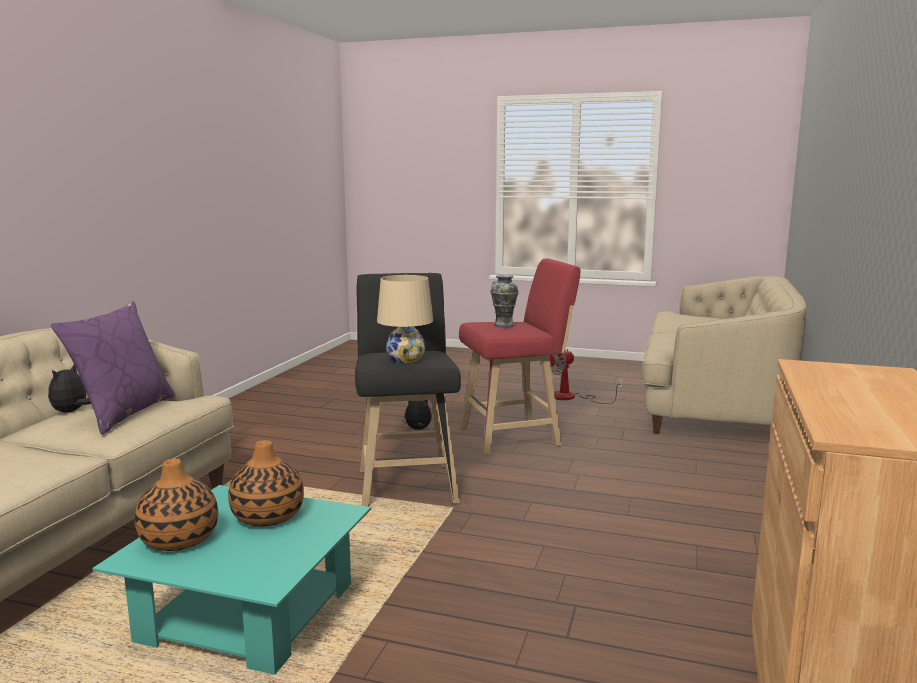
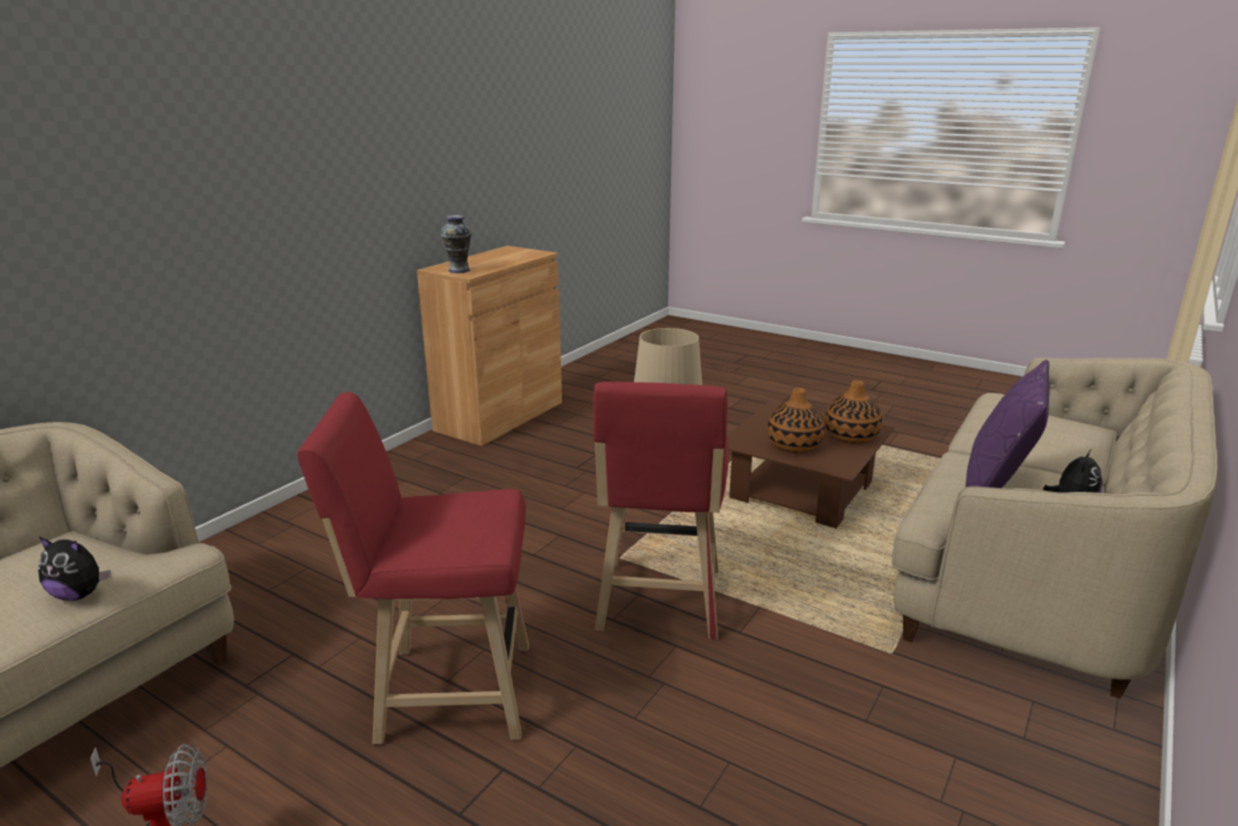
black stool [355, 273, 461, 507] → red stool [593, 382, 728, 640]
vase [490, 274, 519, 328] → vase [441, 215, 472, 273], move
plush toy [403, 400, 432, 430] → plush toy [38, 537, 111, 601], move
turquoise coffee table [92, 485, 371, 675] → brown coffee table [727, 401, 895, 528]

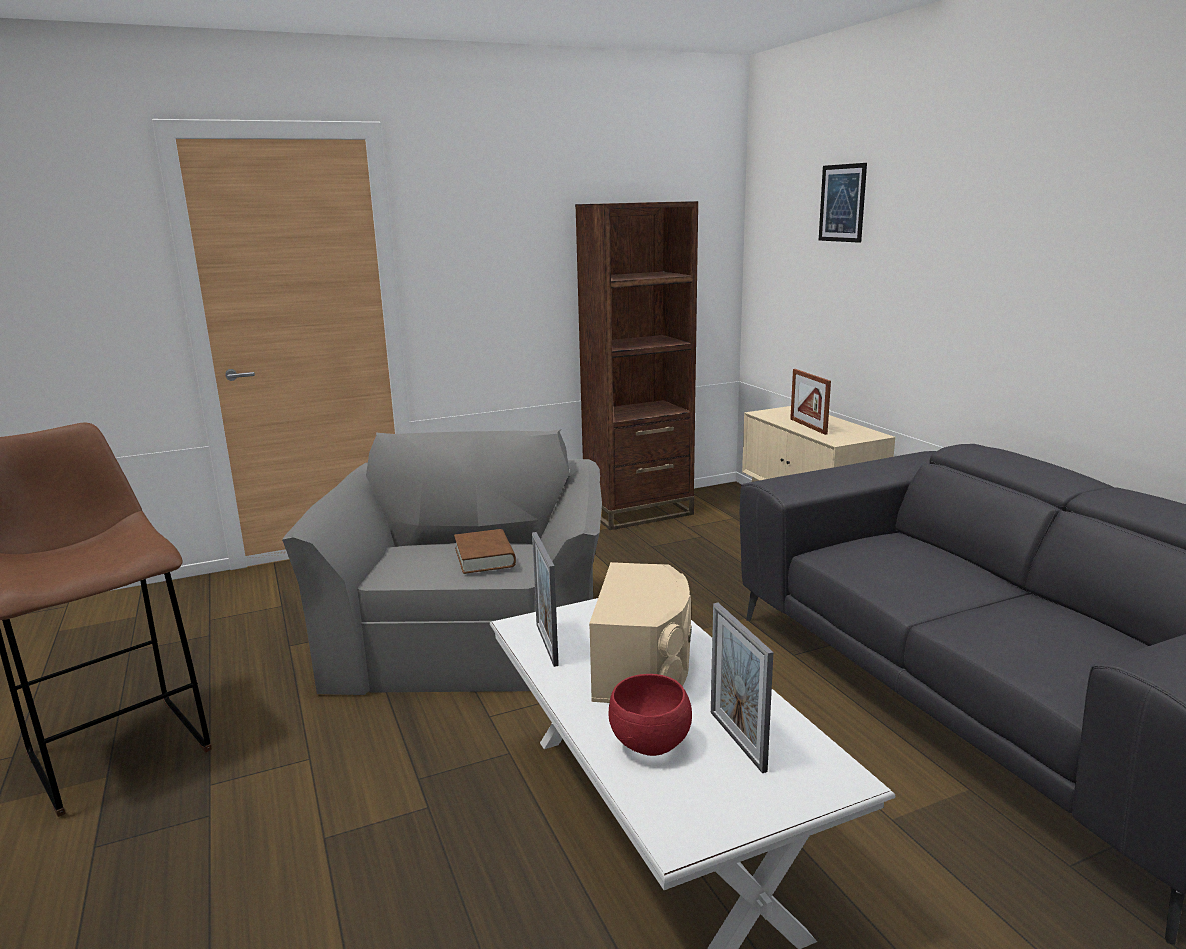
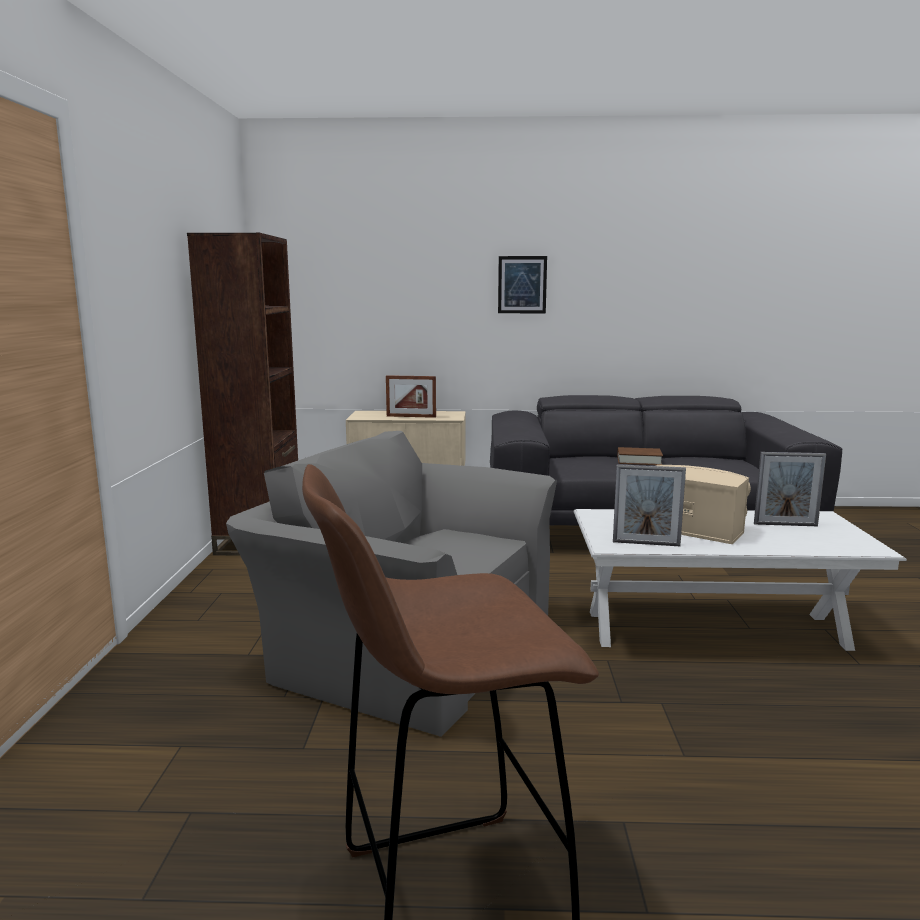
picture [819, 163, 867, 243] → picture [498, 256, 547, 313], move
brown book [454, 529, 516, 574] → brown book [617, 447, 663, 465], move
red bowl [609, 674, 692, 756] → -

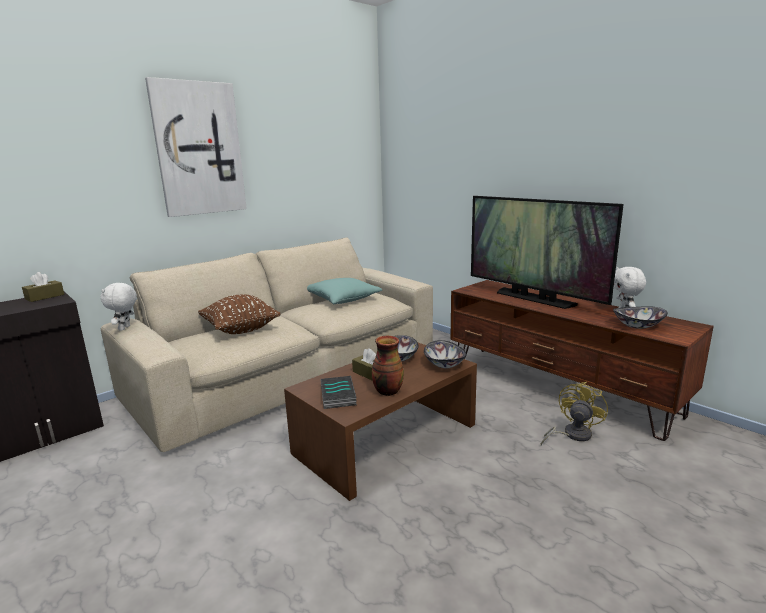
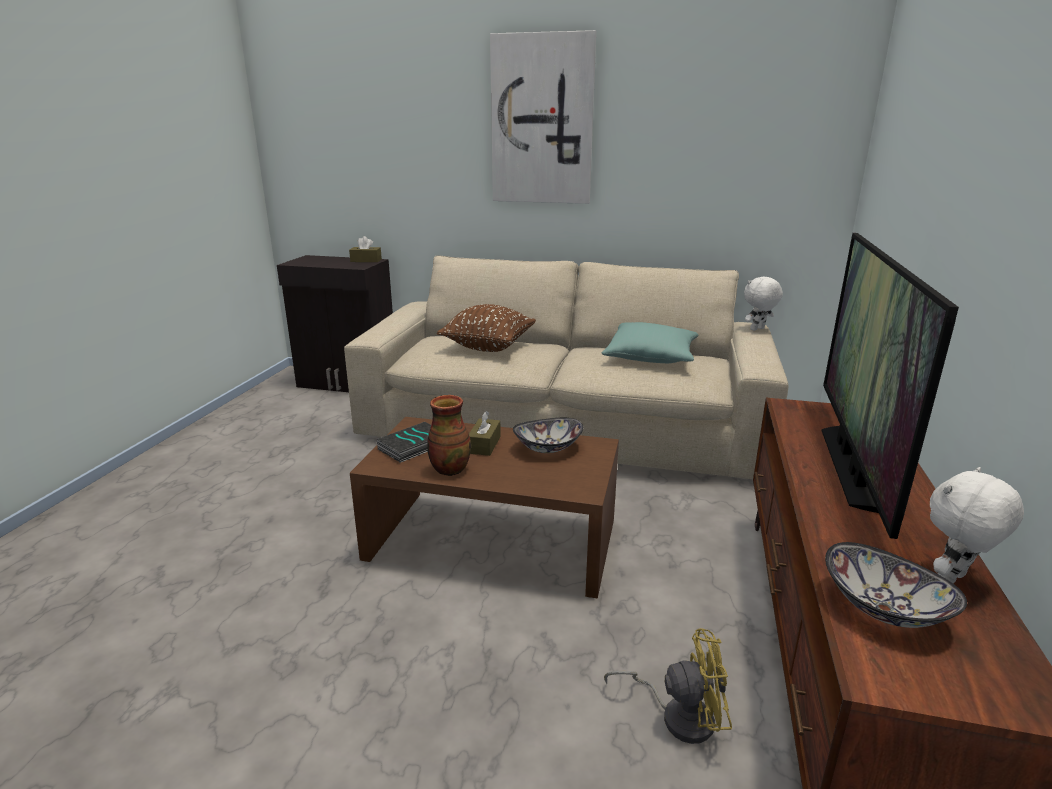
white plush toy [101, 283, 137, 330] → white plush toy [744, 277, 783, 331], move
bowl [424, 340, 467, 368] → -

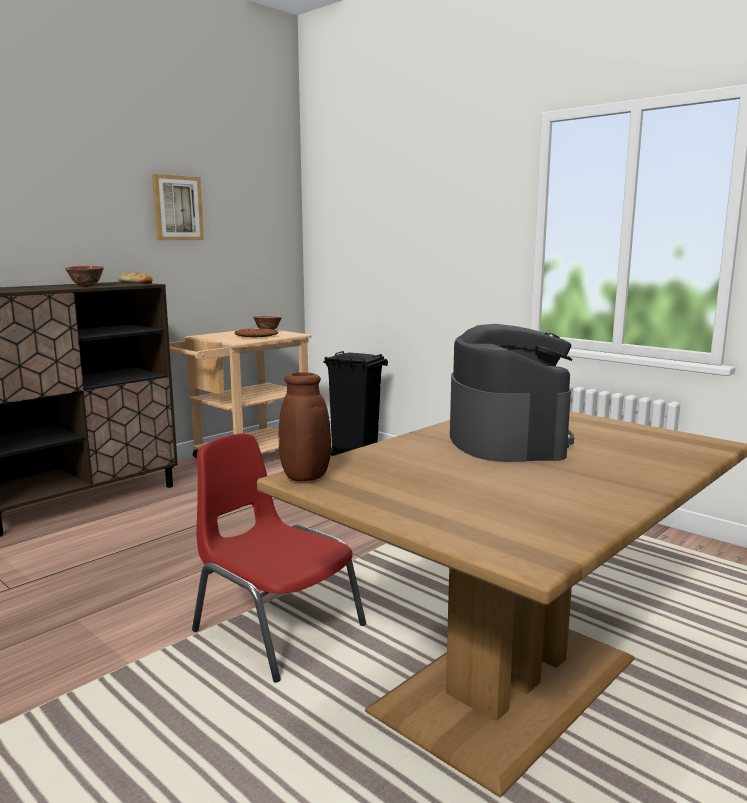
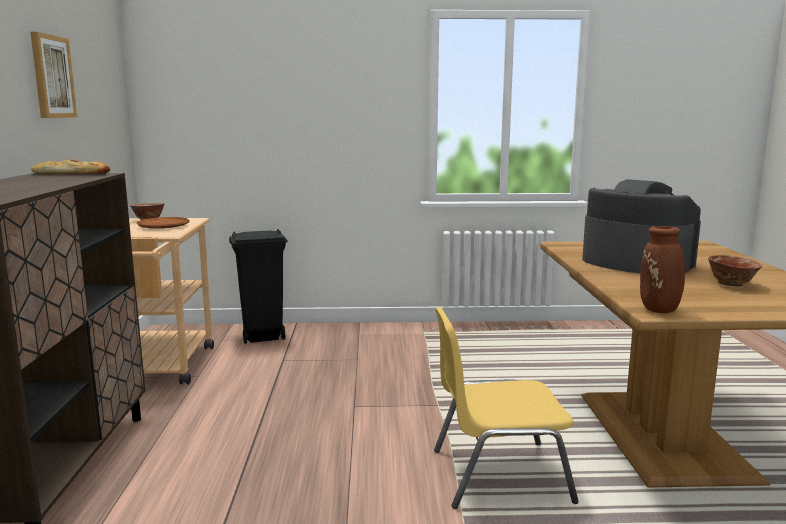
bowl [65, 266, 104, 286] → bowl [708, 255, 762, 287], move
red chair [192, 433, 366, 683] → yellow chair [434, 307, 579, 509]

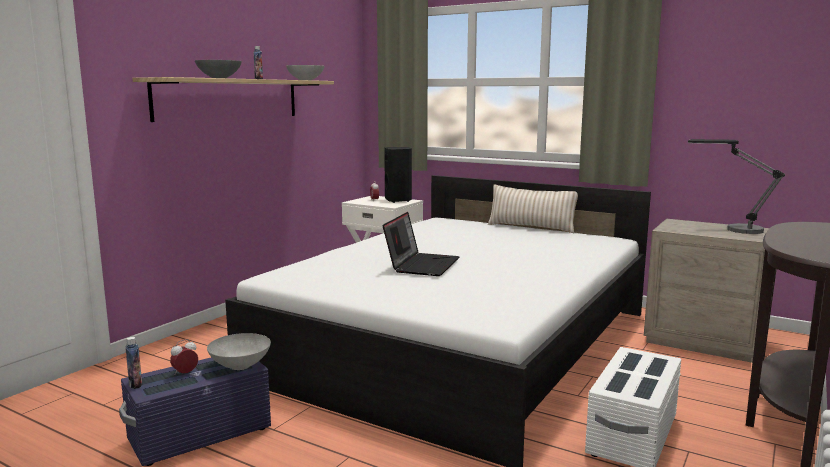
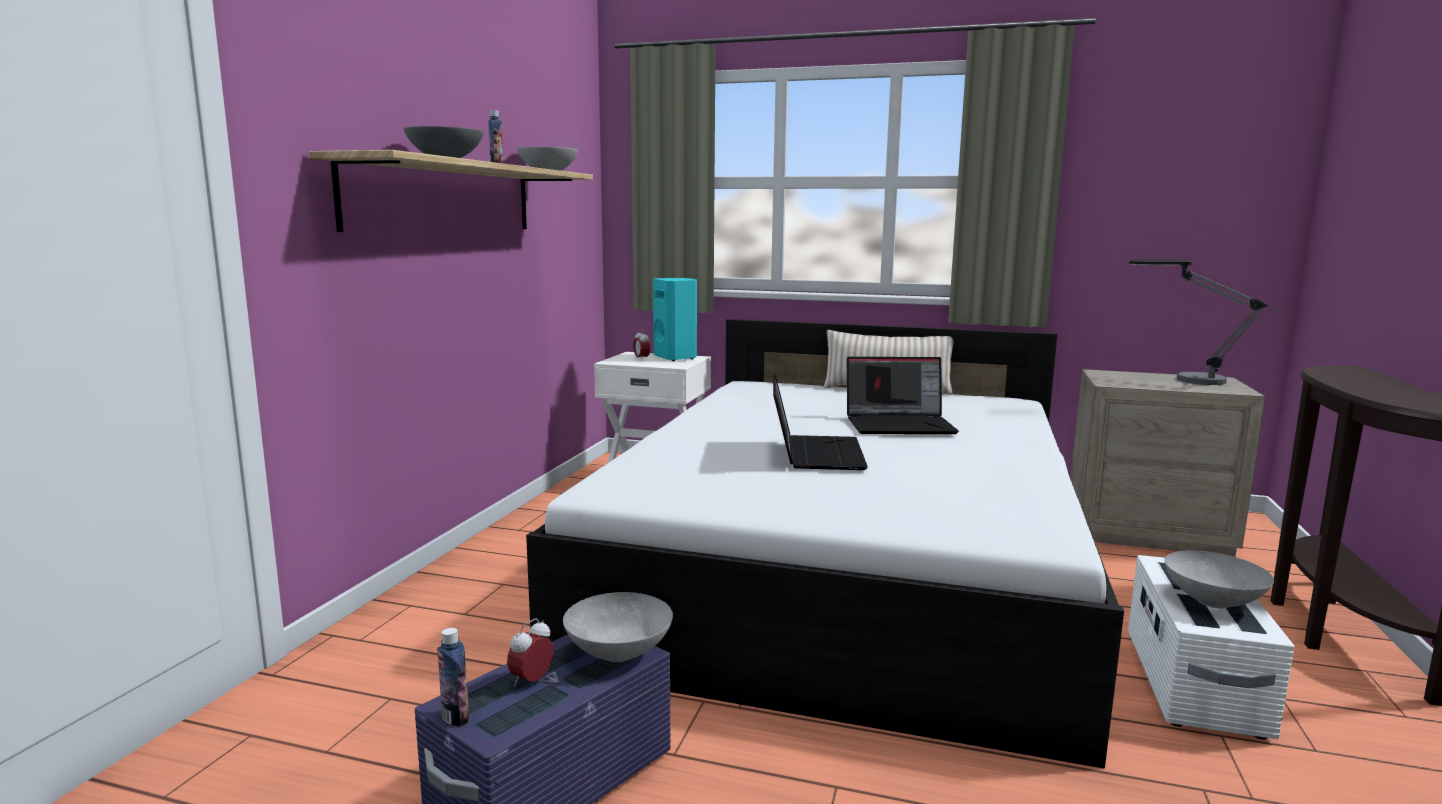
black speaker [384, 147, 412, 203] → turquoise speaker [653, 278, 697, 361]
- → laptop [847, 357, 959, 434]
- → grey bowl [1164, 551, 1274, 609]

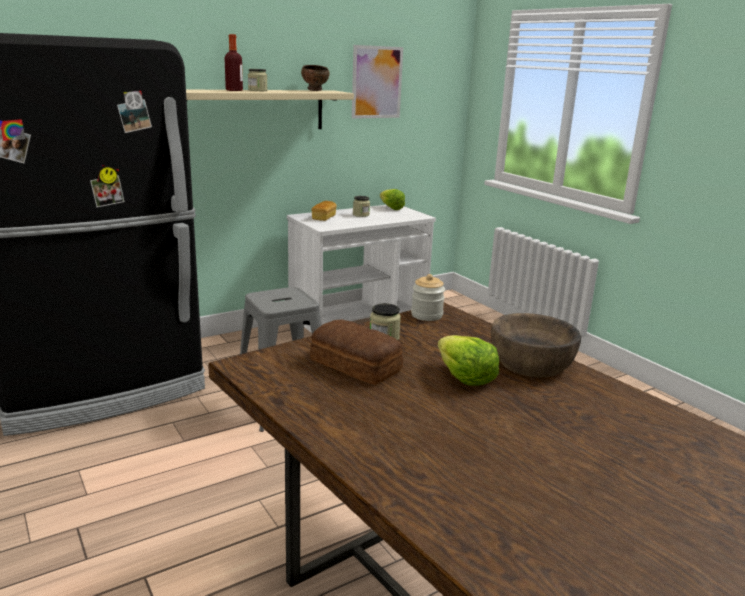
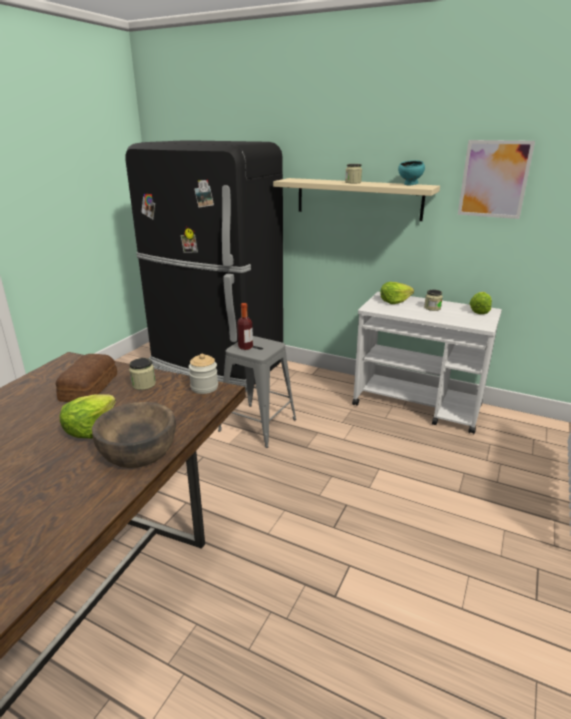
bottle [224, 34, 243, 91] → bottle [237, 303, 253, 350], move
brown bowl [301, 65, 329, 91] → turquoise bowl [398, 160, 425, 186]
bread [311, 201, 337, 221] → lettuce [380, 282, 414, 304]

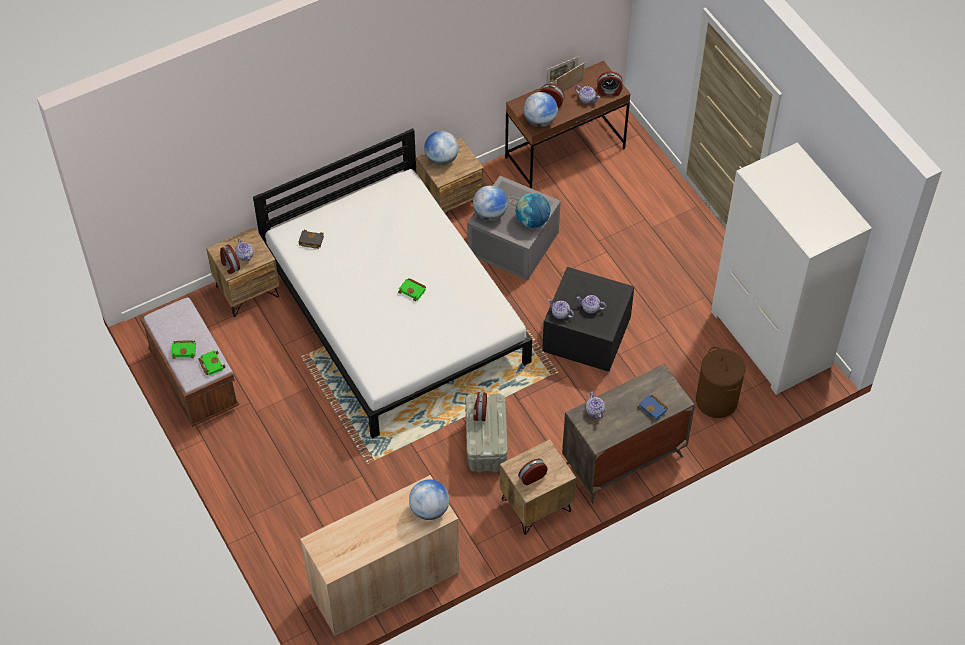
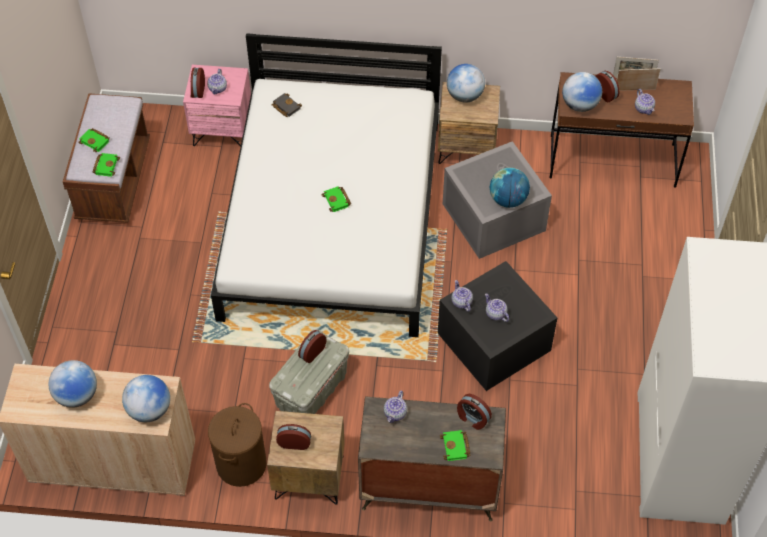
alarm clock [597, 71, 623, 96] → alarm clock [457, 394, 492, 430], move
globe [473, 185, 508, 220] → globe [48, 360, 97, 408], move
brown nightstand [206, 227, 279, 317] → pink nightstand [183, 65, 251, 147]
brown laundry basket [696, 347, 745, 418] → brown laundry basket [208, 403, 267, 487], move
blue book [637, 394, 668, 421] → green book [440, 430, 471, 461]

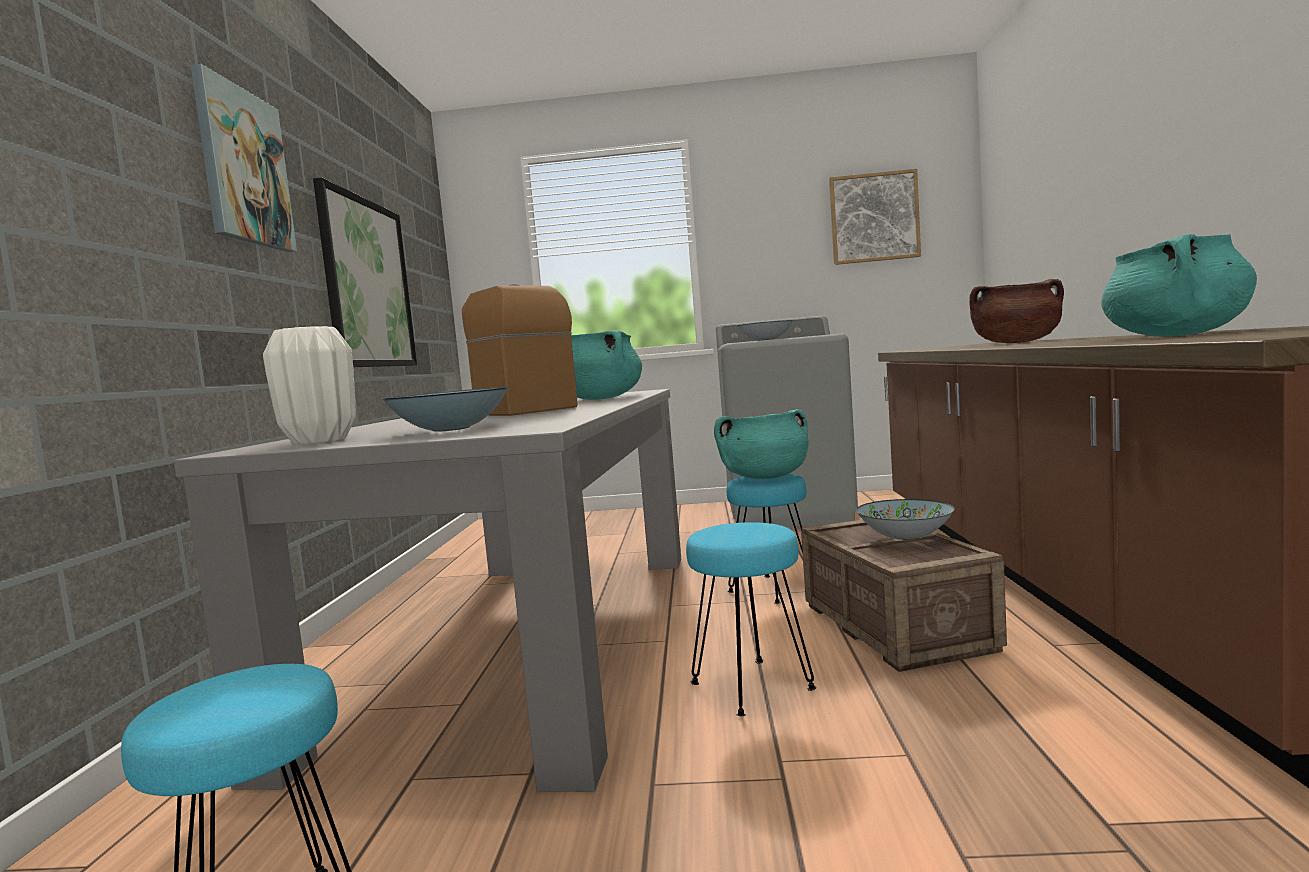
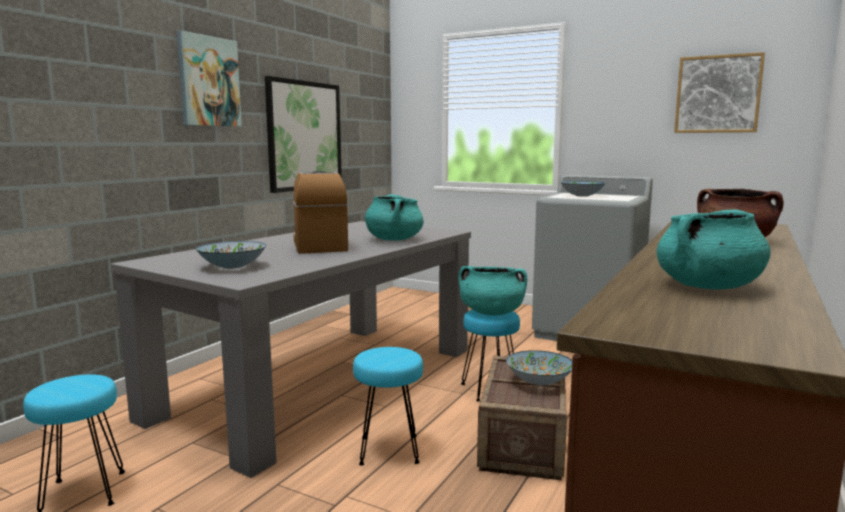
white vase [263, 326, 356, 444] → -

